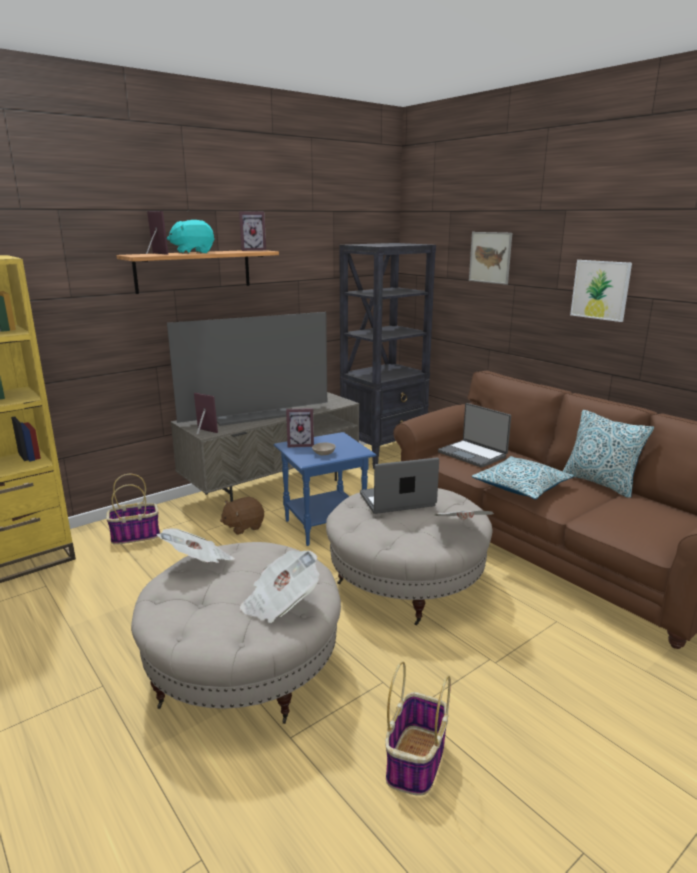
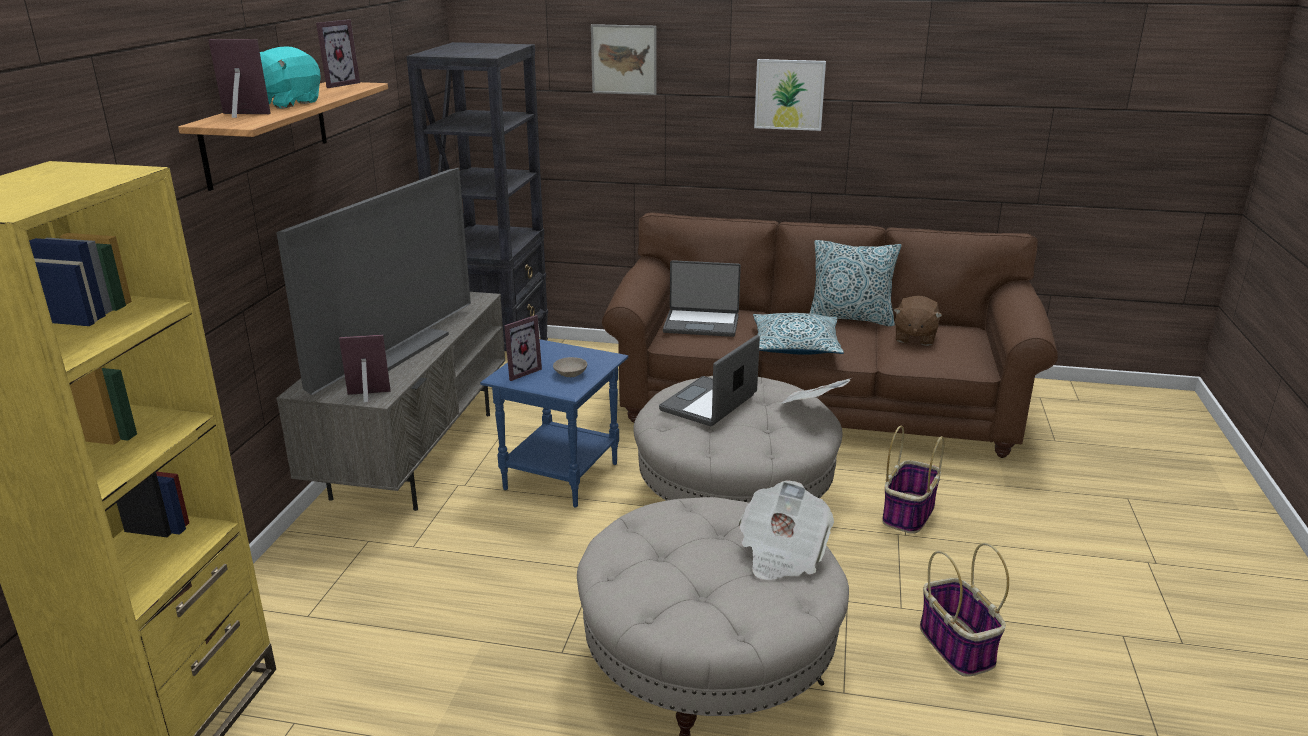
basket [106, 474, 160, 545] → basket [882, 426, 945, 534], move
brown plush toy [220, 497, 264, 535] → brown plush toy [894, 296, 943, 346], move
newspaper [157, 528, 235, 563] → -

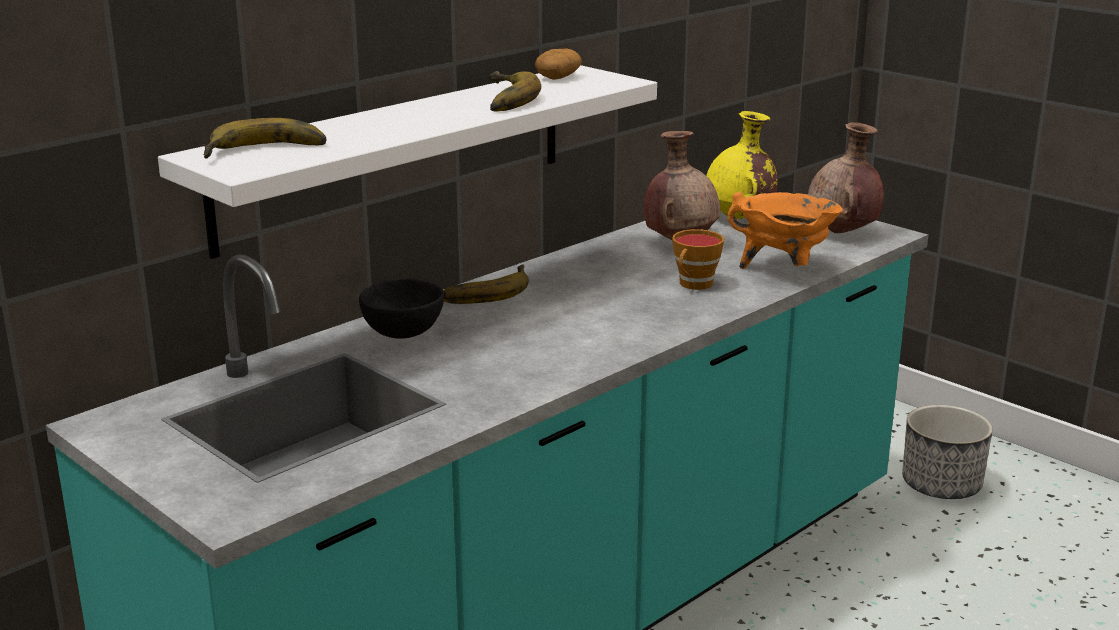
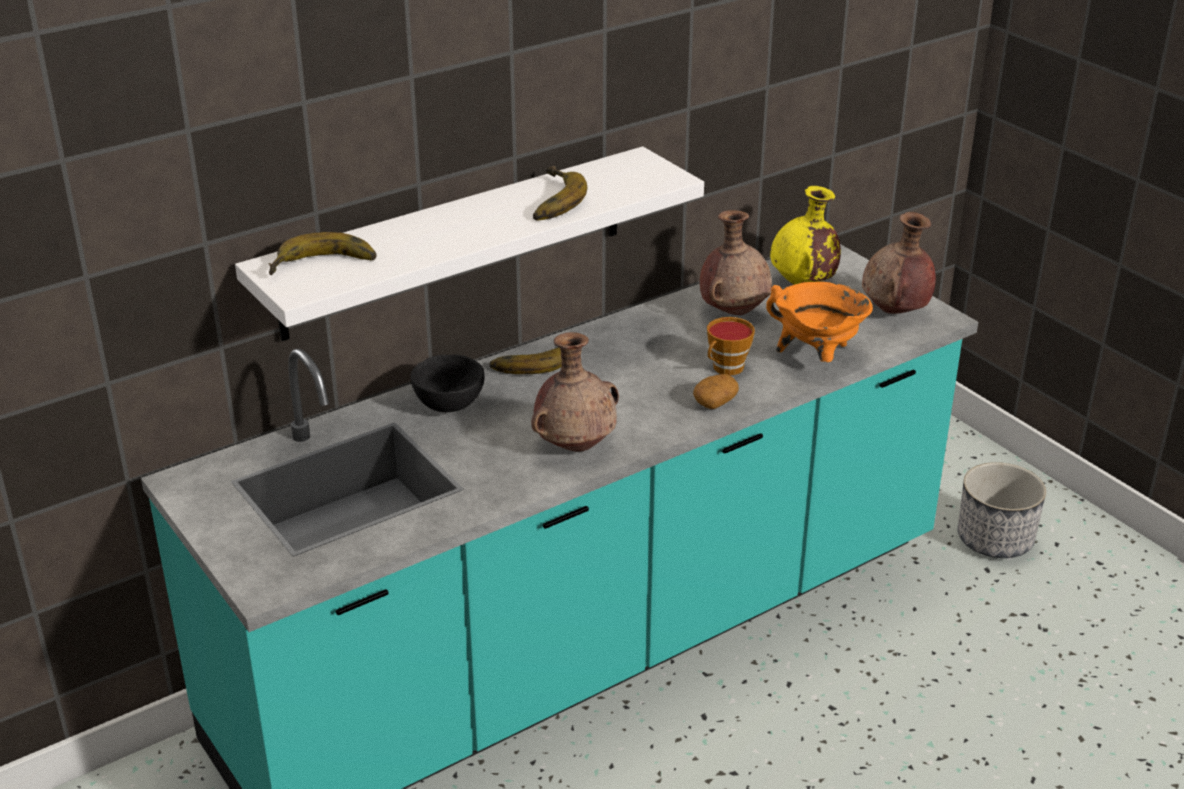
potato [535, 49, 582, 80] → potato [693, 374, 739, 409], move
- → brown vase [531, 332, 619, 452]

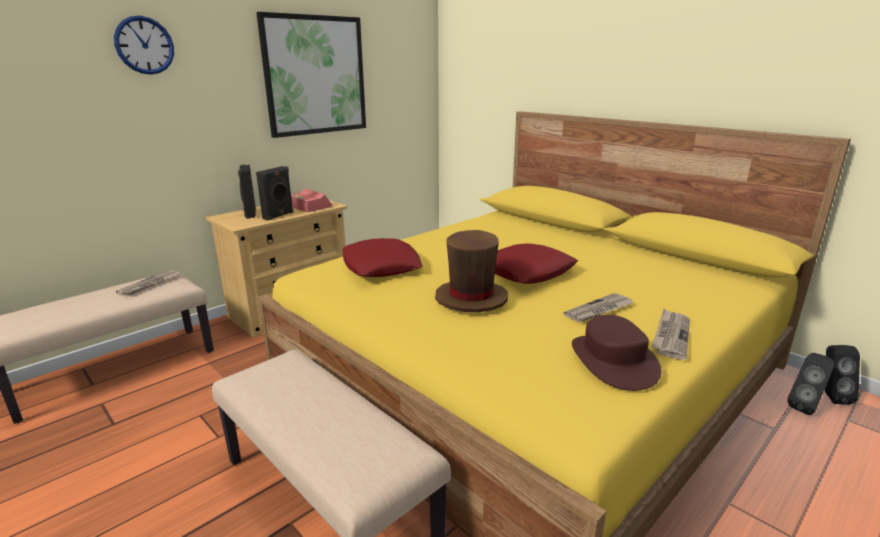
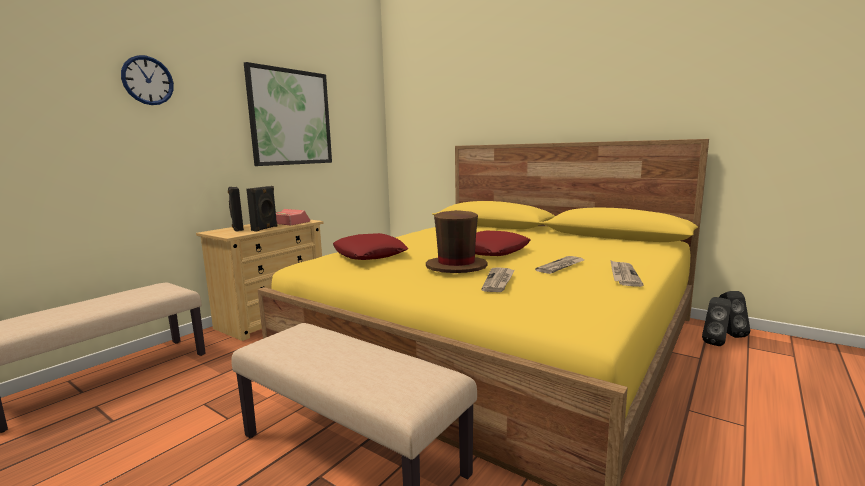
newspaper [116, 270, 180, 296] → newspaper [481, 267, 514, 292], move
brown hat [572, 315, 662, 391] → -

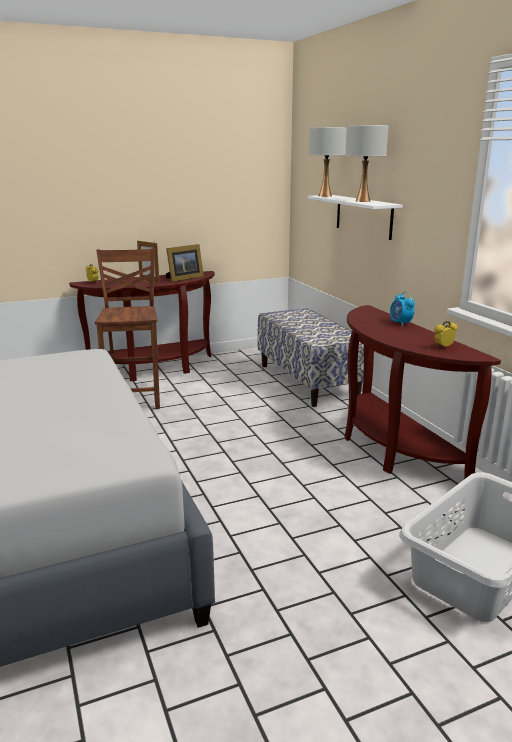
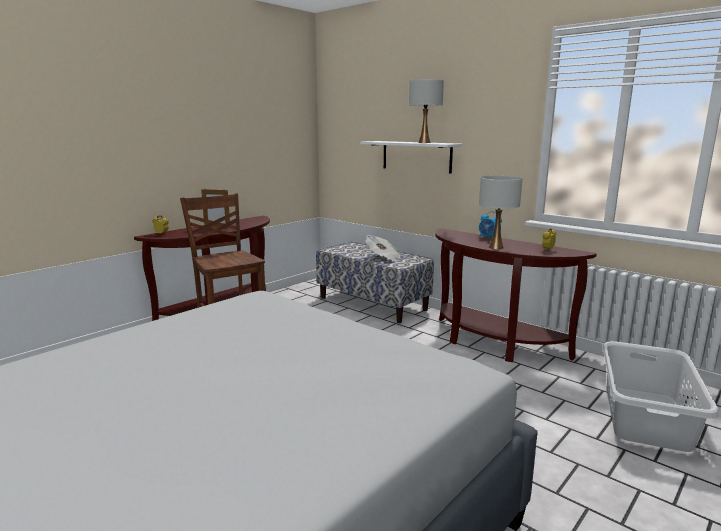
white table lamp [309, 127, 347, 197] → white table lamp [479, 176, 522, 249], move
picture frame [166, 244, 204, 282] → -
- → newspaper [365, 235, 400, 261]

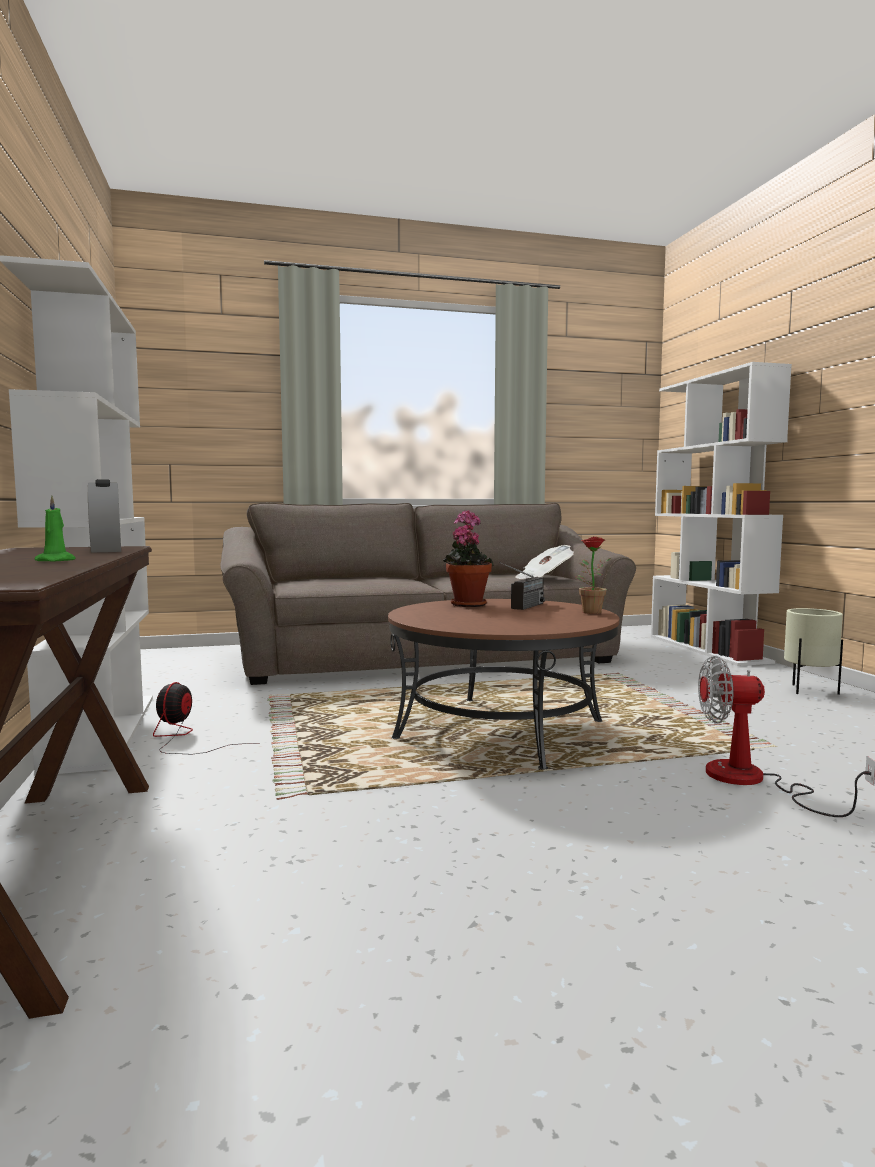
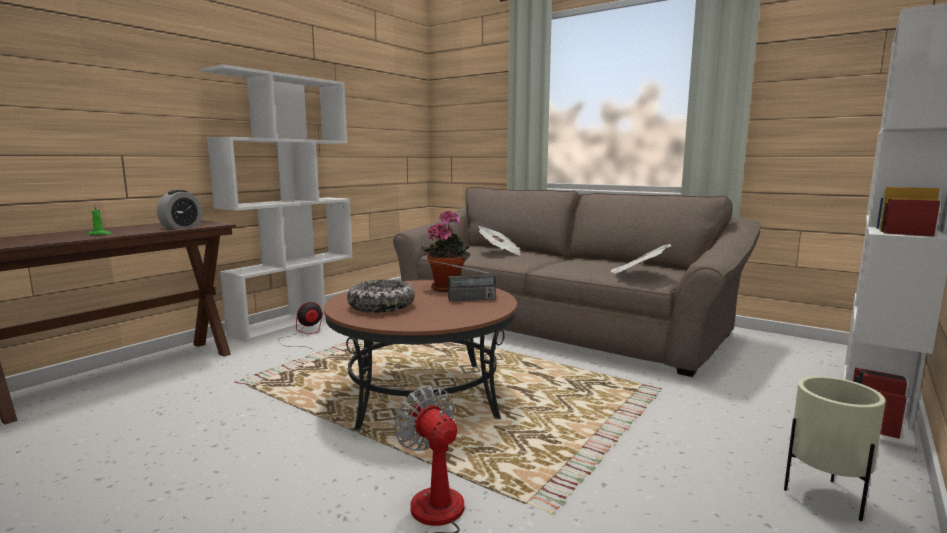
potted plant [576, 536, 611, 614] → -
- → newspaper [478, 226, 520, 255]
- → bowl [347, 279, 415, 313]

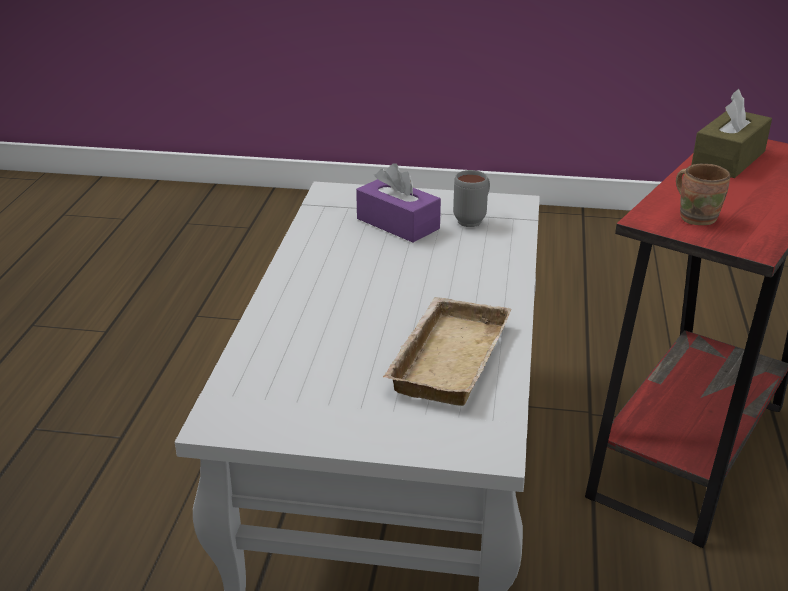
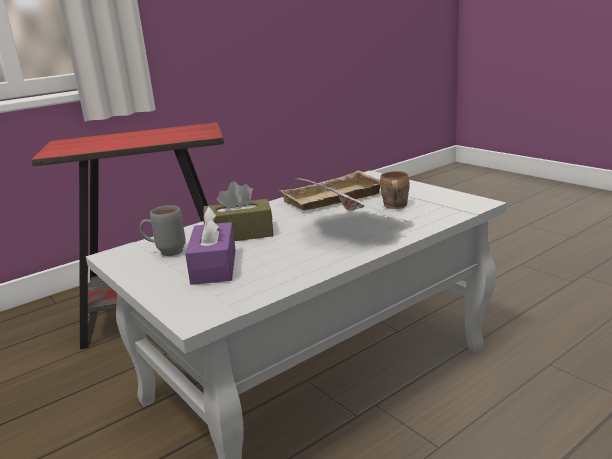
brown tissue box [691, 89, 772, 178] → brown tissue box [203, 181, 274, 241], move
brown mug [676, 164, 730, 225] → brown mug [380, 171, 410, 209], move
- → newspaper [295, 178, 415, 222]

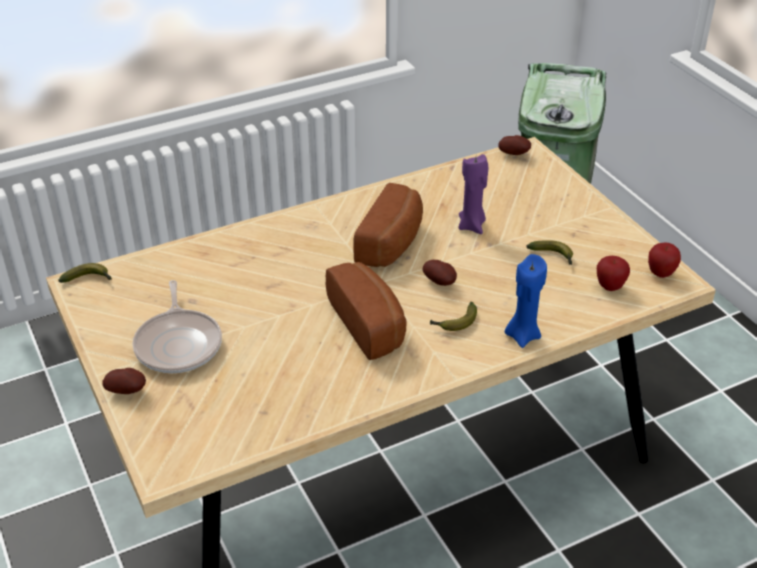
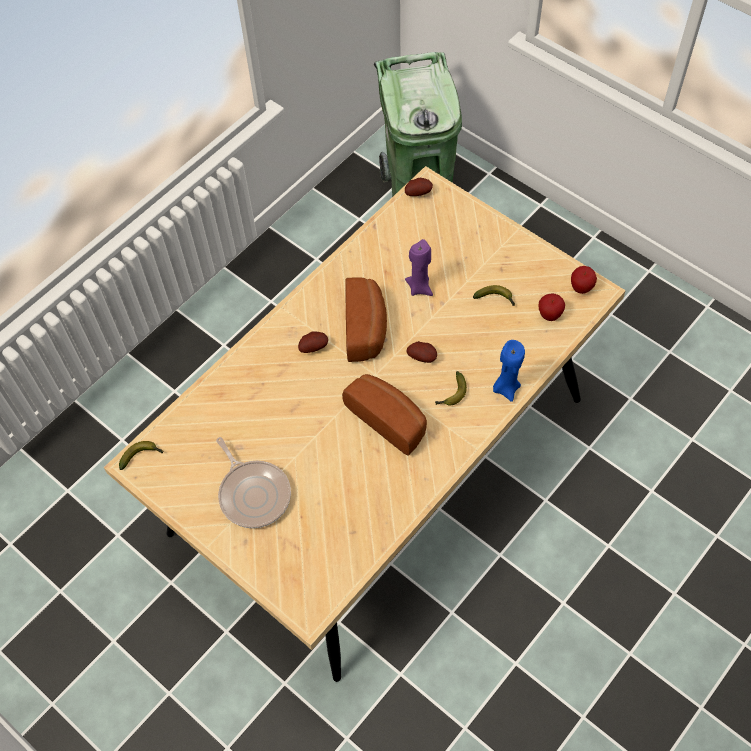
potato [102, 368, 146, 394] → potato [298, 331, 328, 353], move

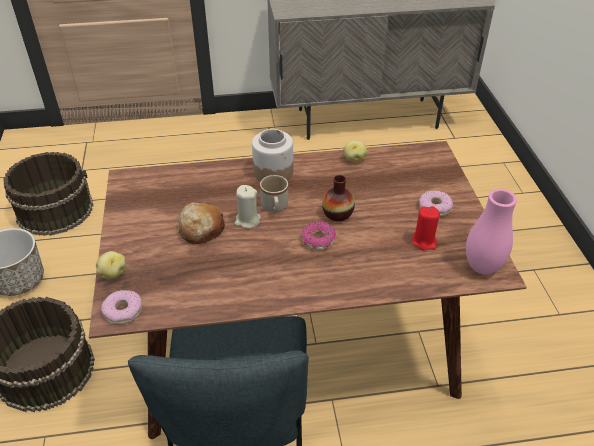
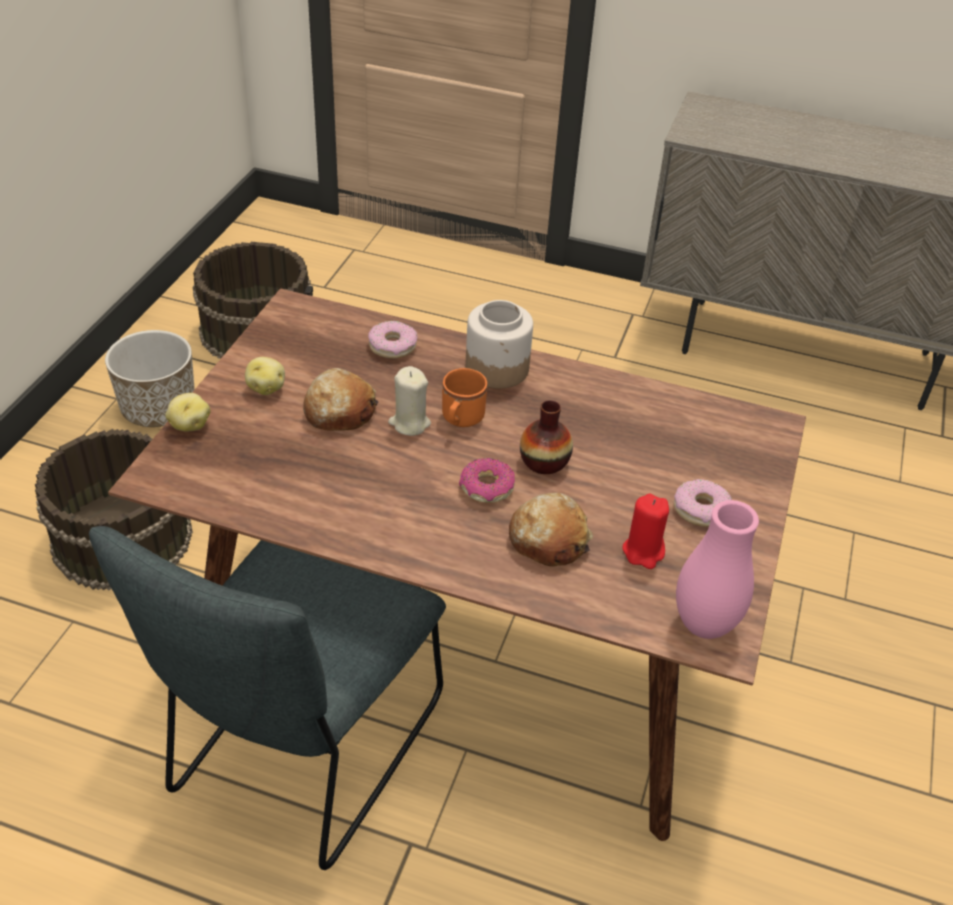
potato [343, 140, 367, 162] → potato [245, 357, 285, 395], move
beige mug [260, 175, 288, 212] → orange mug [442, 368, 487, 427]
donut [101, 290, 142, 325] → donut [368, 321, 418, 359], move
- → bread [509, 493, 593, 567]

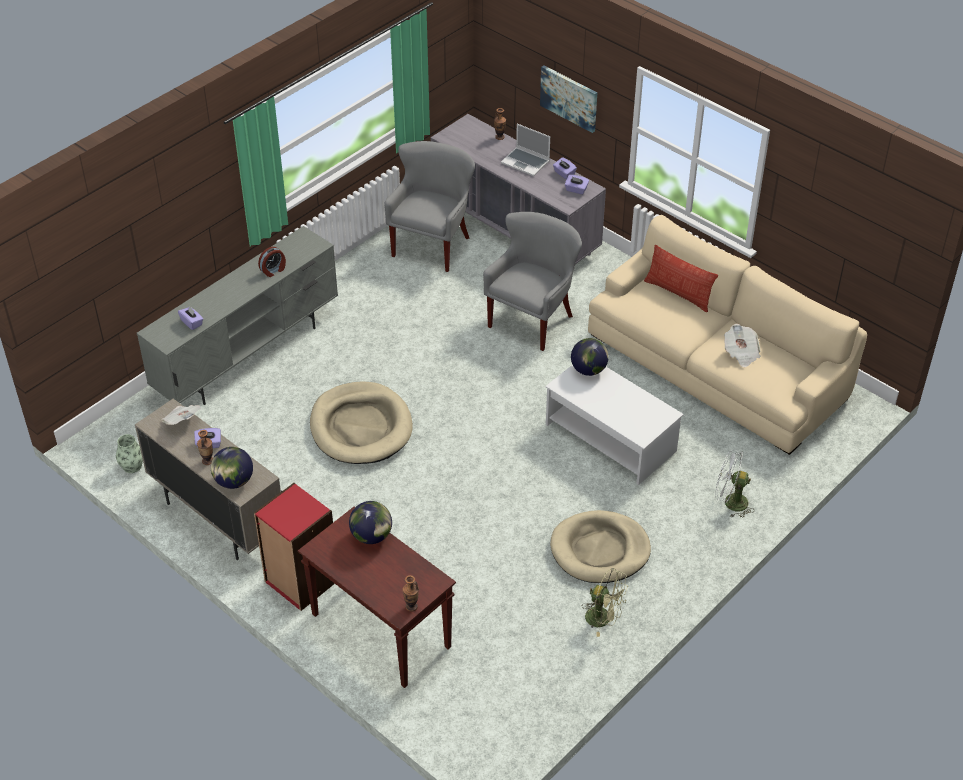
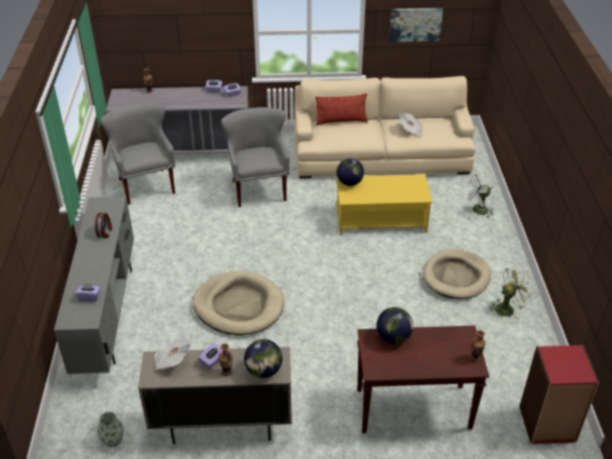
picture [540, 65, 597, 133] → picture [389, 8, 443, 42], move
laptop [501, 124, 550, 176] → -
white coffee table [545, 365, 684, 485] → yellow coffee table [336, 174, 433, 235]
red bookcase [254, 483, 335, 611] → red bookcase [519, 345, 599, 444], move

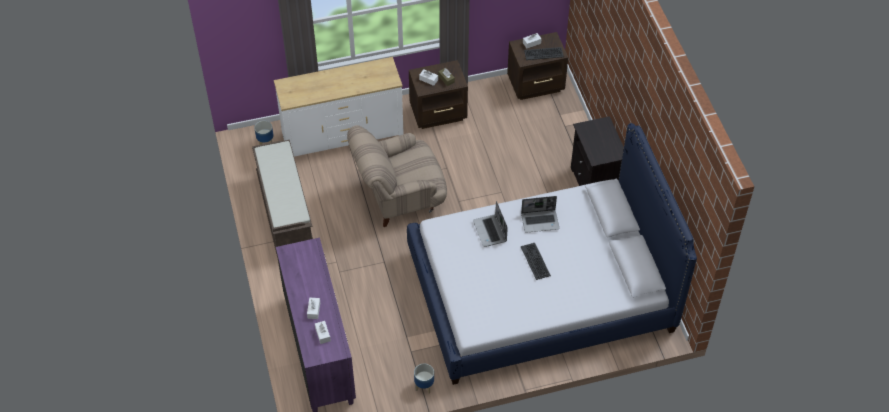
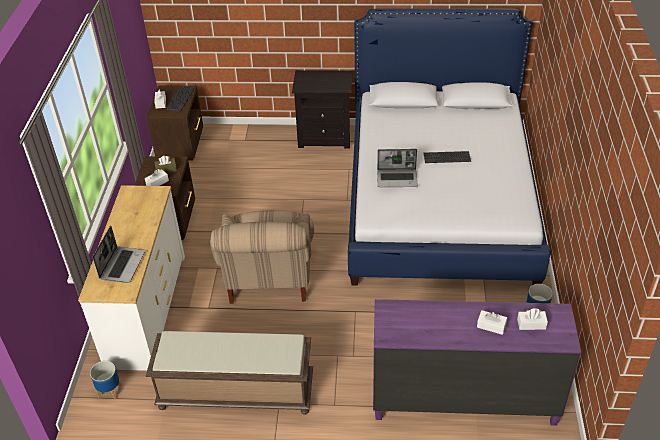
laptop [521, 196, 559, 233] → laptop [93, 226, 146, 283], move

